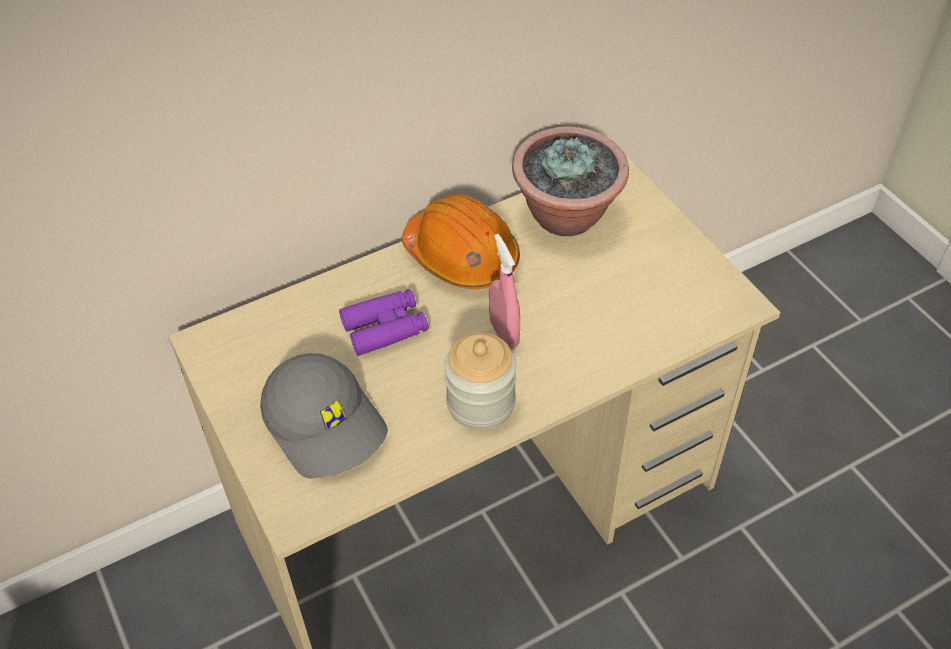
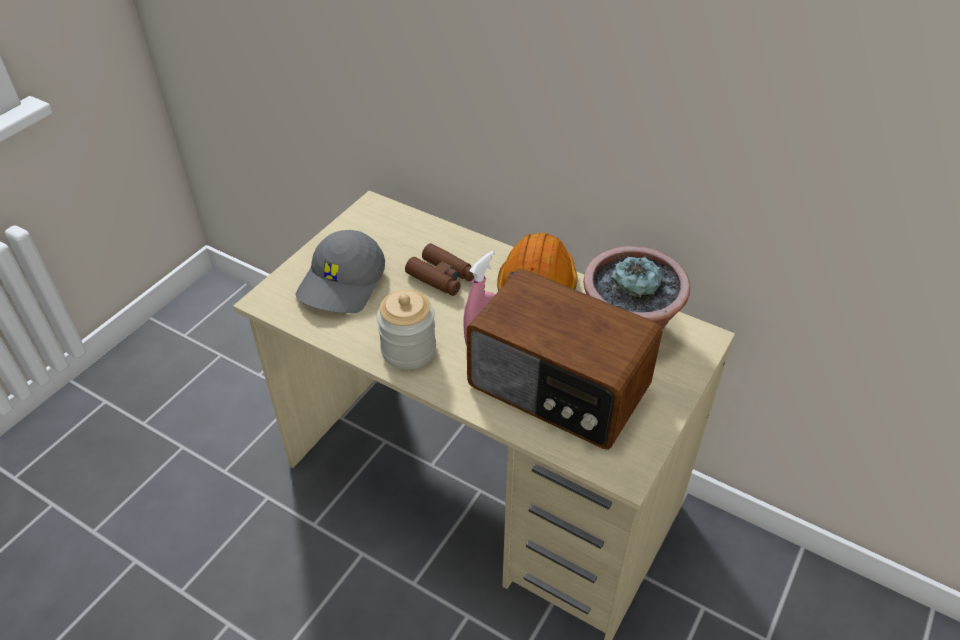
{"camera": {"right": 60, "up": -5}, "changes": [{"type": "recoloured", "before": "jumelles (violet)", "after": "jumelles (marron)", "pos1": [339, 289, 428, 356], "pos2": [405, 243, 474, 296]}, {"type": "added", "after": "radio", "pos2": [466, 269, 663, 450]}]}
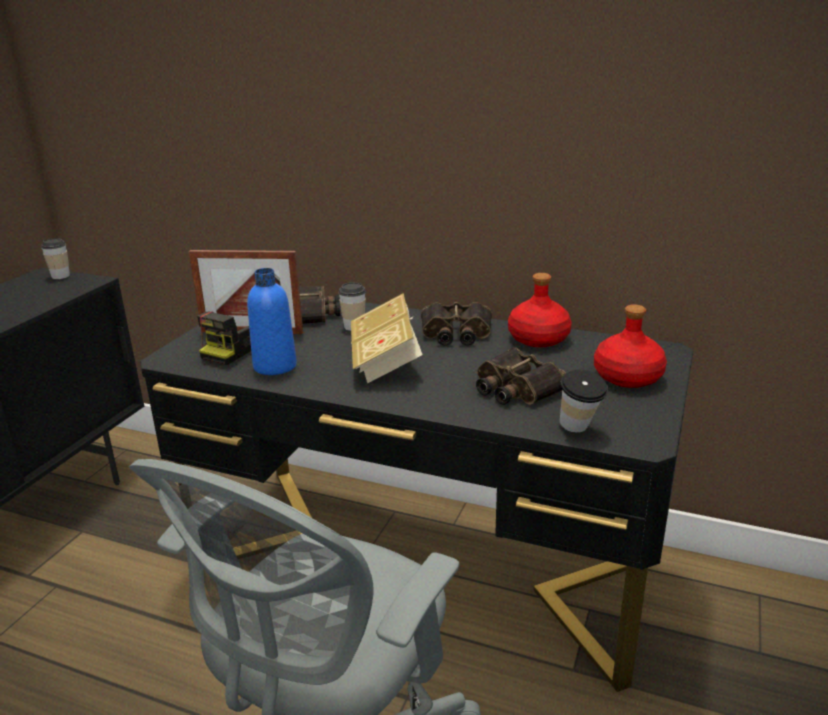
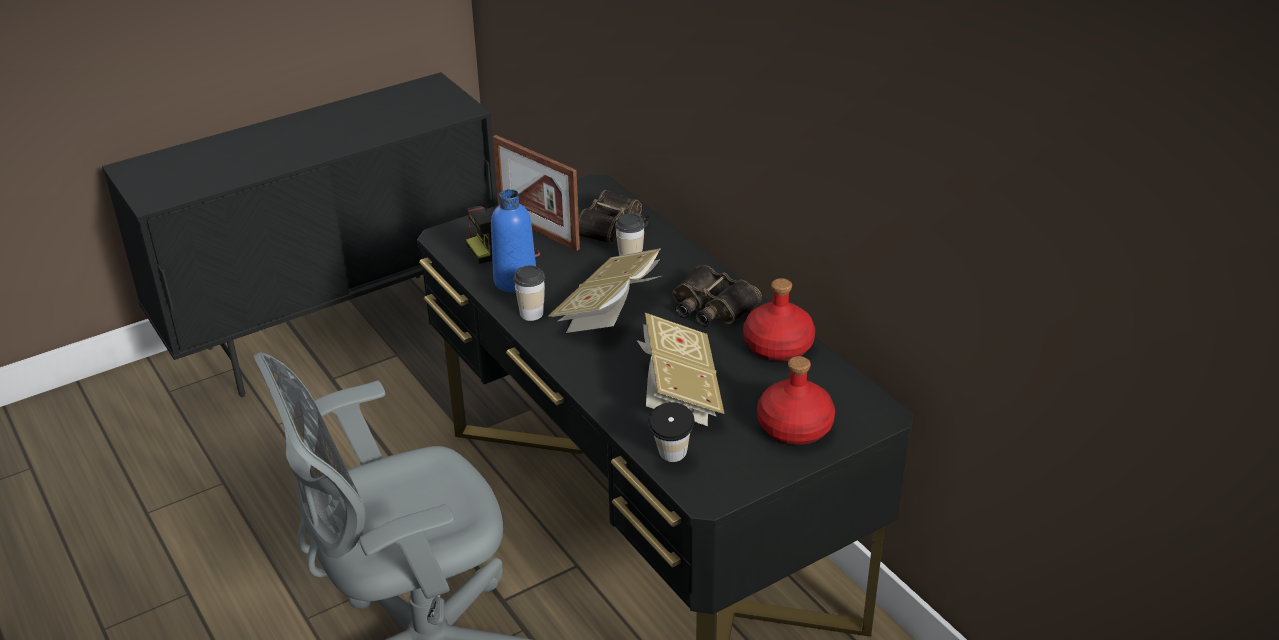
{"camera": {"right": 35, "up": 10}, "changes": [{"type": "moved", "before": "tasse", "pos1": [41, 238, 70, 279], "pos2": [513, 265, 545, 321]}, {"type": "replaced", "before": "jumelles", "after": "livre", "pos1": [476, 347, 566, 405], "pos2": [637, 313, 724, 426]}]}
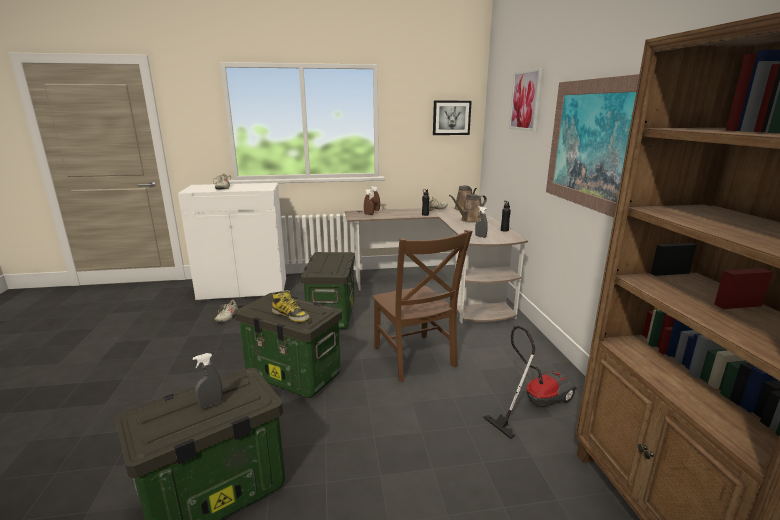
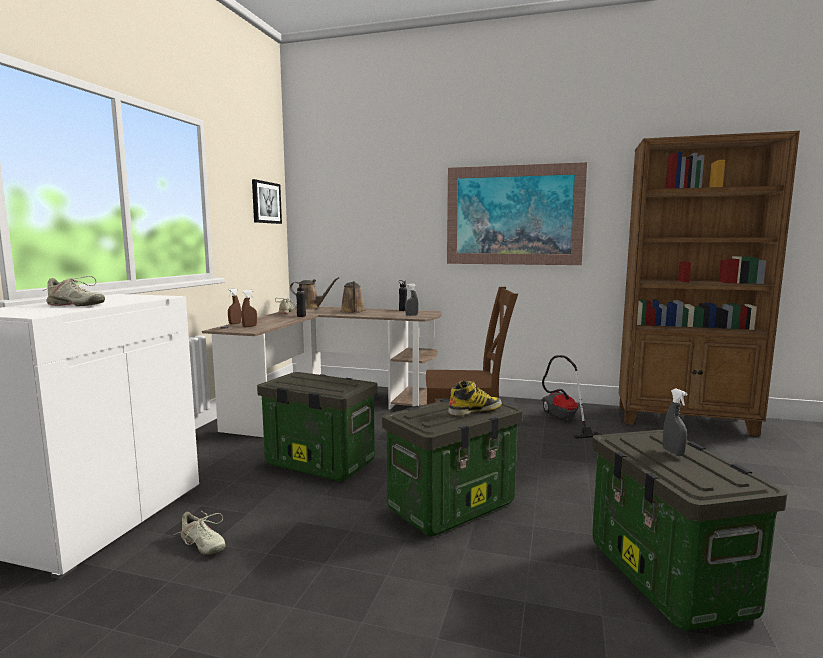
{"camera": {"right": -65, "up": -10}, "changes": [{"type": "removed", "before": "tableau", "pos1": [509, 68, 543, 131]}]}
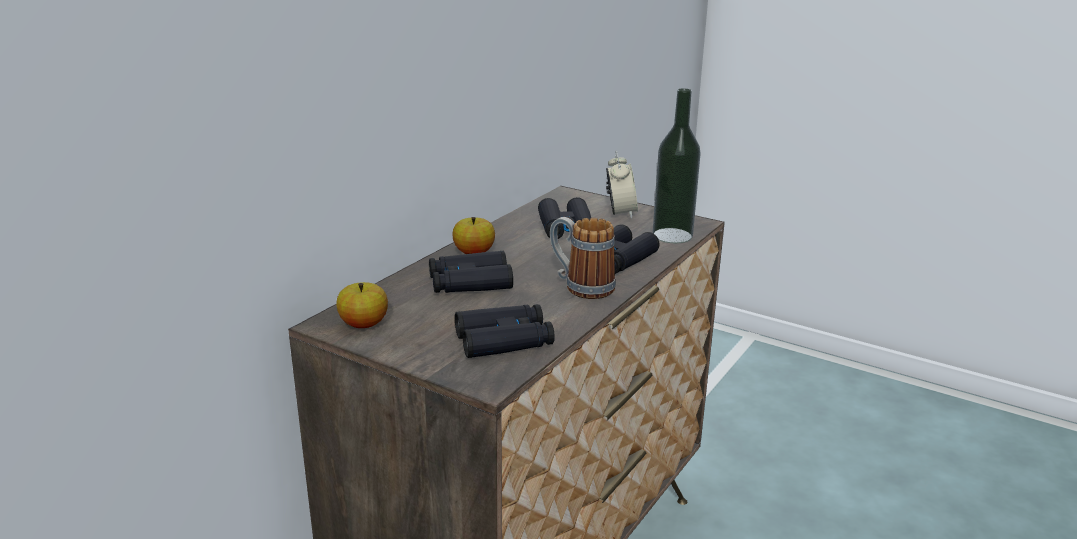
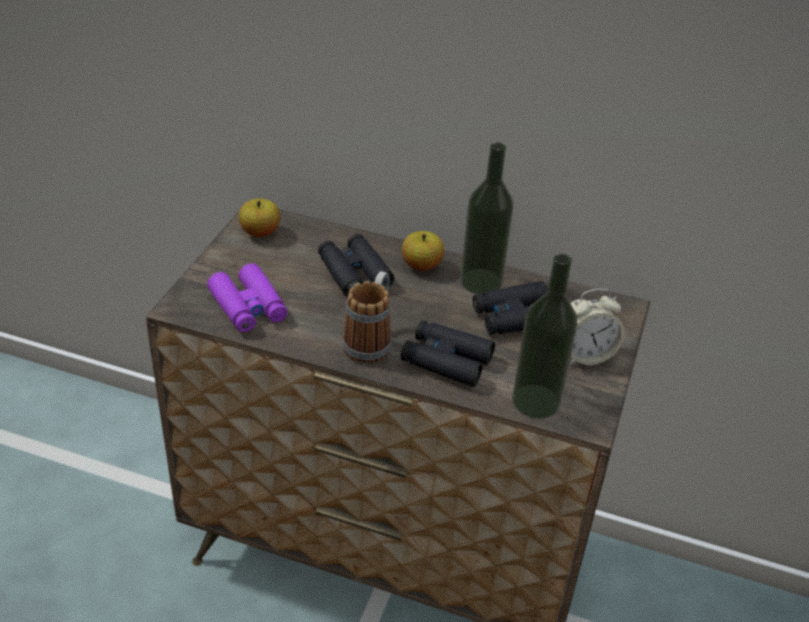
{"camera": {"right": 75, "up": 15}, "changes": [{"type": "recoloured", "before": "jumelles (noir)", "after": "jumelles (violet)", "pos1": [455, 304, 555, 358], "pos2": [207, 263, 288, 332]}, {"type": "added", "after": "bouteille", "pos2": [460, 142, 513, 295]}]}
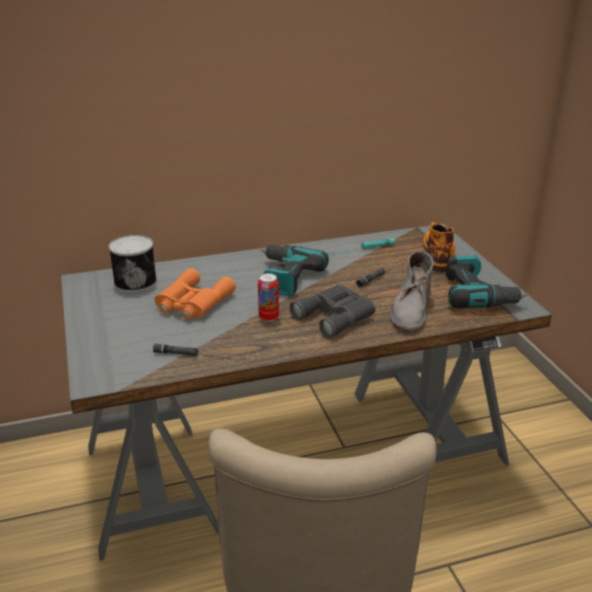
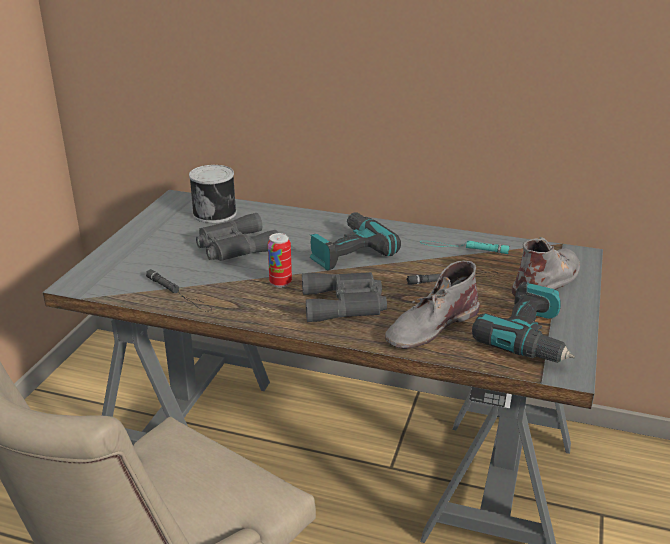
{"camera": {"right": 35, "up": 0}, "changes": [{"type": "recoloured", "before": "jumelles (orange)", "after": "jumelles (gris)", "pos1": [155, 268, 236, 320], "pos2": [196, 213, 278, 261]}, {"type": "recoloured", "before": "botte (orange)", "after": "botte (gris)", "pos1": [423, 222, 455, 272], "pos2": [512, 237, 580, 296]}]}
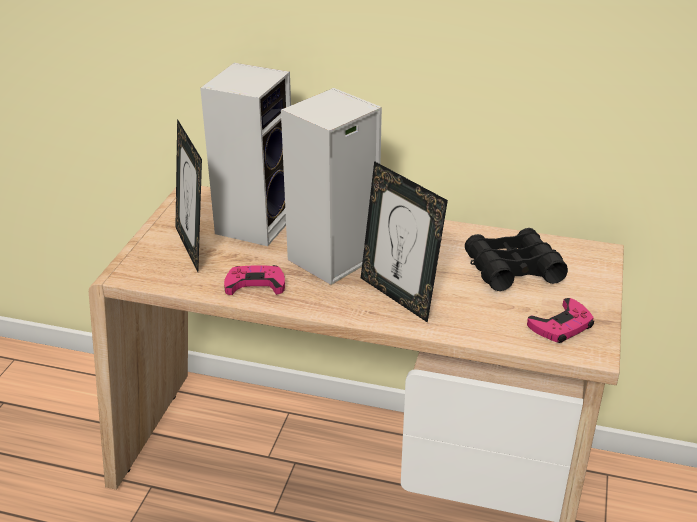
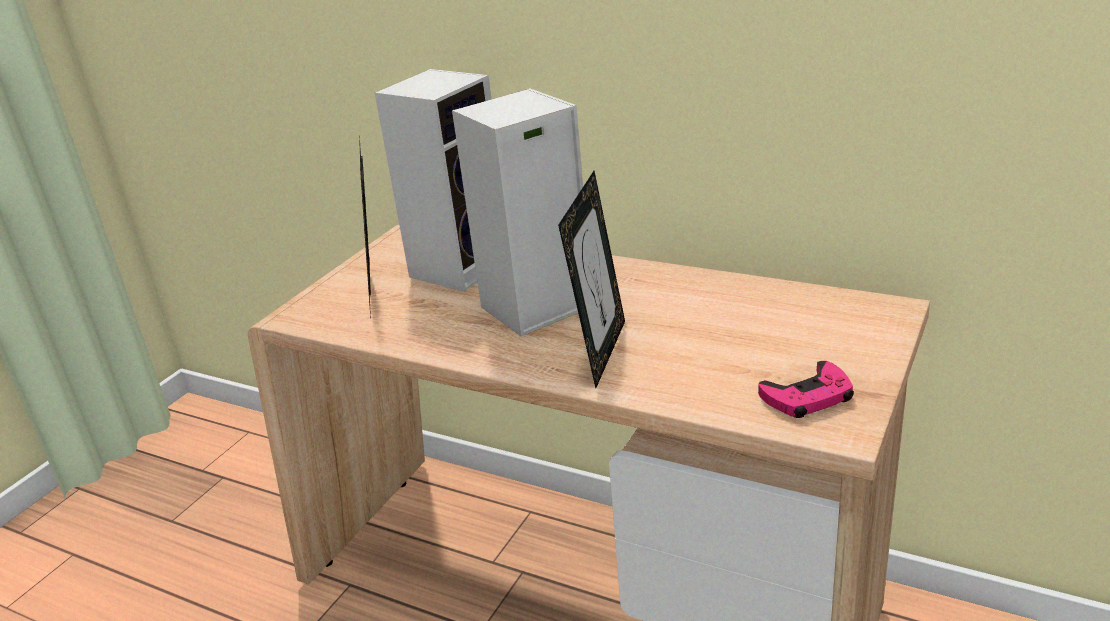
{"camera": {"right": 15, "up": -5}, "changes": [{"type": "removed", "before": "manette (rose)", "pos1": [224, 265, 285, 295]}, {"type": "turned", "before": "cadre photo", "pos1": [361, 161, 448, 323], "pos2": [558, 171, 625, 388], "turn": -135}, {"type": "removed", "before": "jumelles (noir)", "pos1": [465, 228, 568, 291]}]}
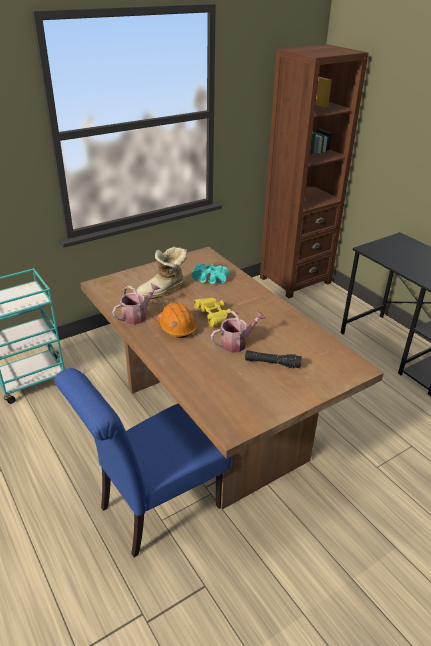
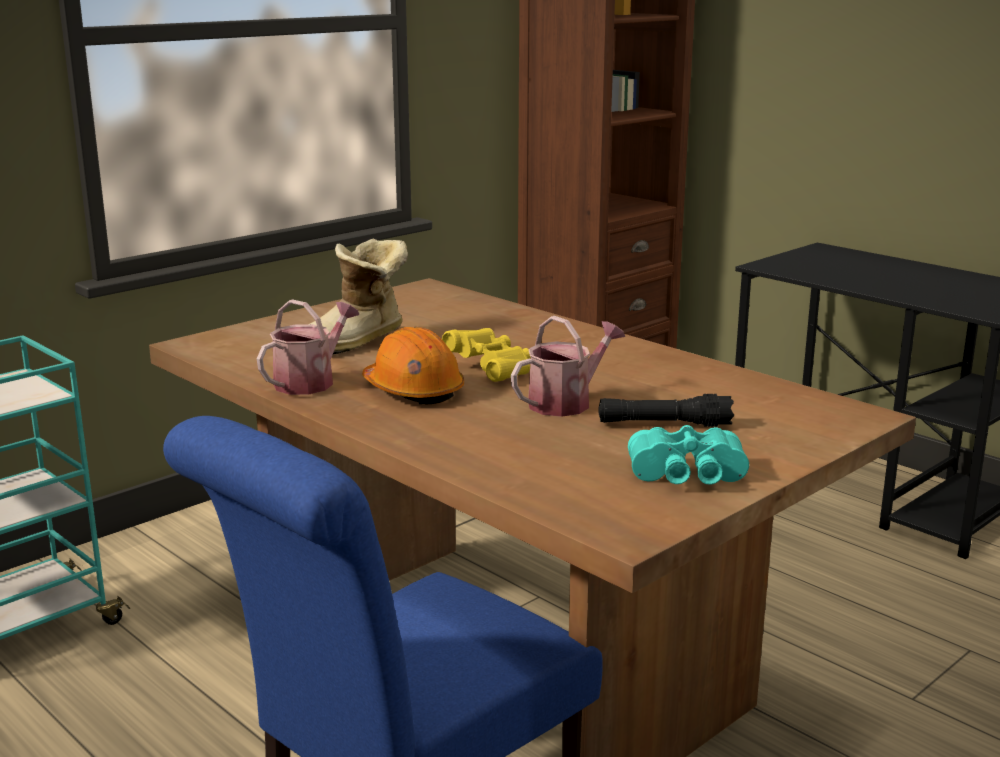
{"camera": {"right": -10, "up": -15}, "changes": [{"type": "moved", "before": "jumelles (turquoise)", "pos1": [192, 264, 229, 284], "pos2": [628, 425, 749, 485]}]}
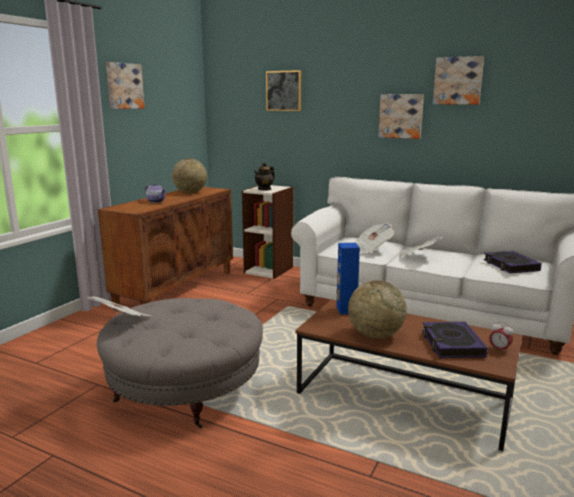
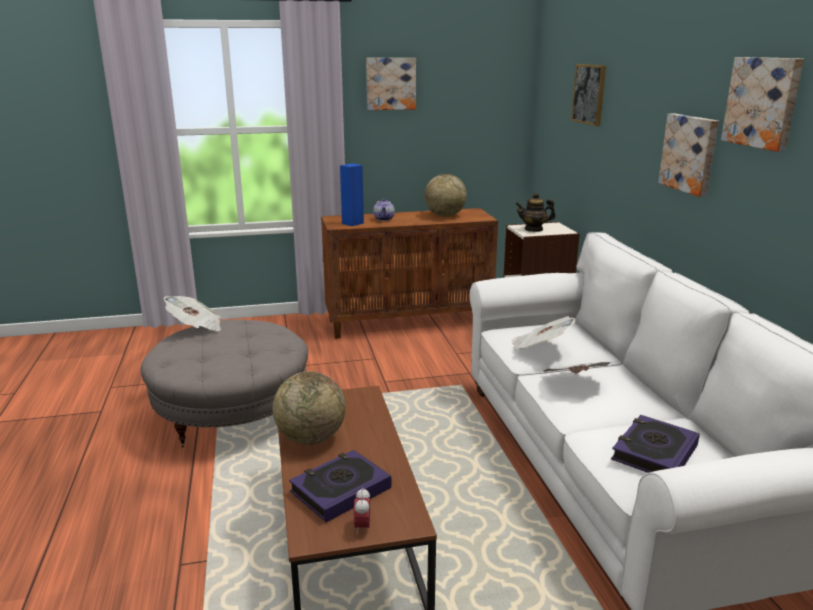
{"camera": {"right": 50, "up": 5}, "changes": [{"type": "moved", "before": "enceinte (bleu)", "pos1": [336, 243, 360, 314], "pos2": [340, 163, 364, 226]}]}
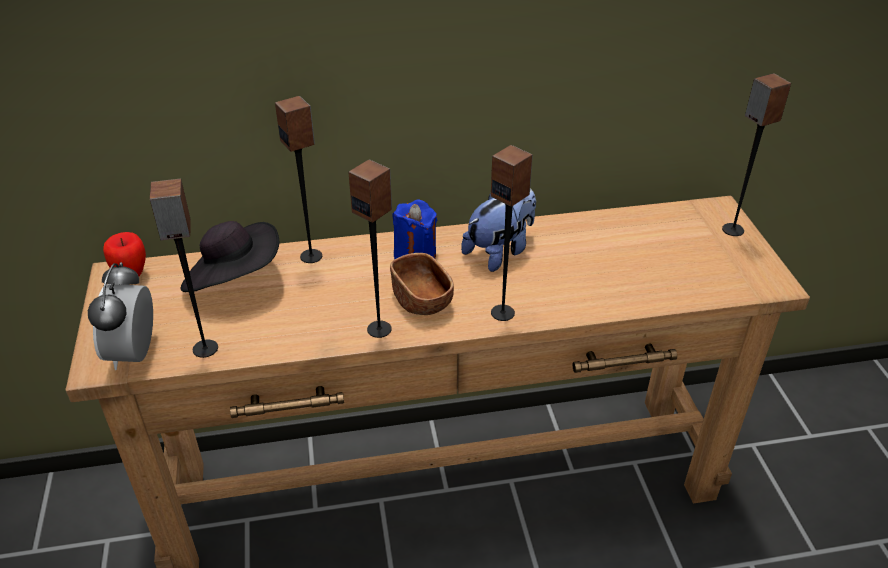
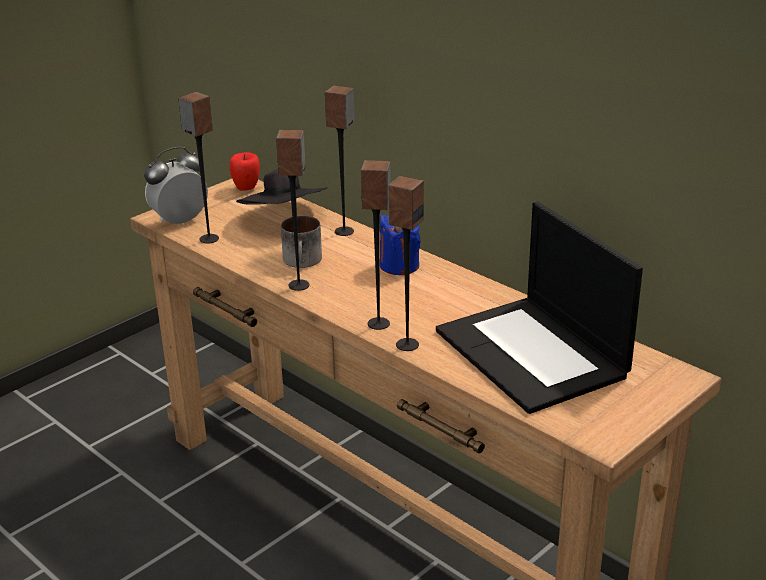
{"camera": {"right": 55, "up": -10}, "changes": [{"type": "removed", "before": "bol (marron)", "pos1": [390, 253, 454, 315]}, {"type": "removed", "before": "peluche", "pos1": [461, 189, 536, 272]}, {"type": "moved", "before": "enceinte", "pos1": [722, 73, 791, 236], "pos2": [388, 176, 424, 351]}, {"type": "added", "after": "mug", "pos2": [281, 215, 322, 268]}, {"type": "added", "after": "ordinateur portable", "pos2": [436, 202, 643, 414]}]}
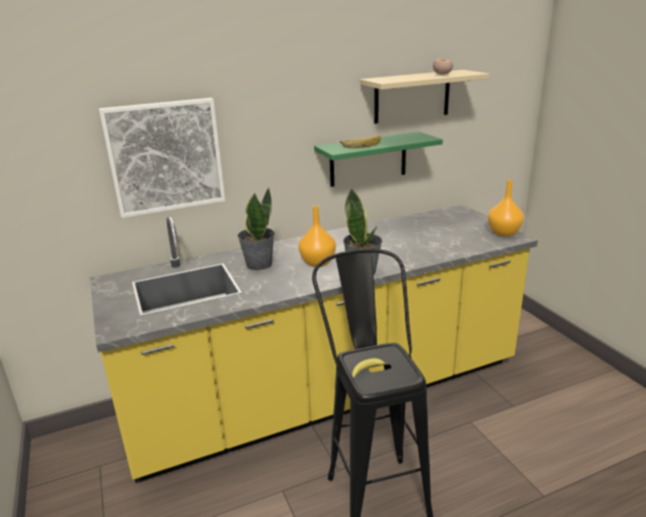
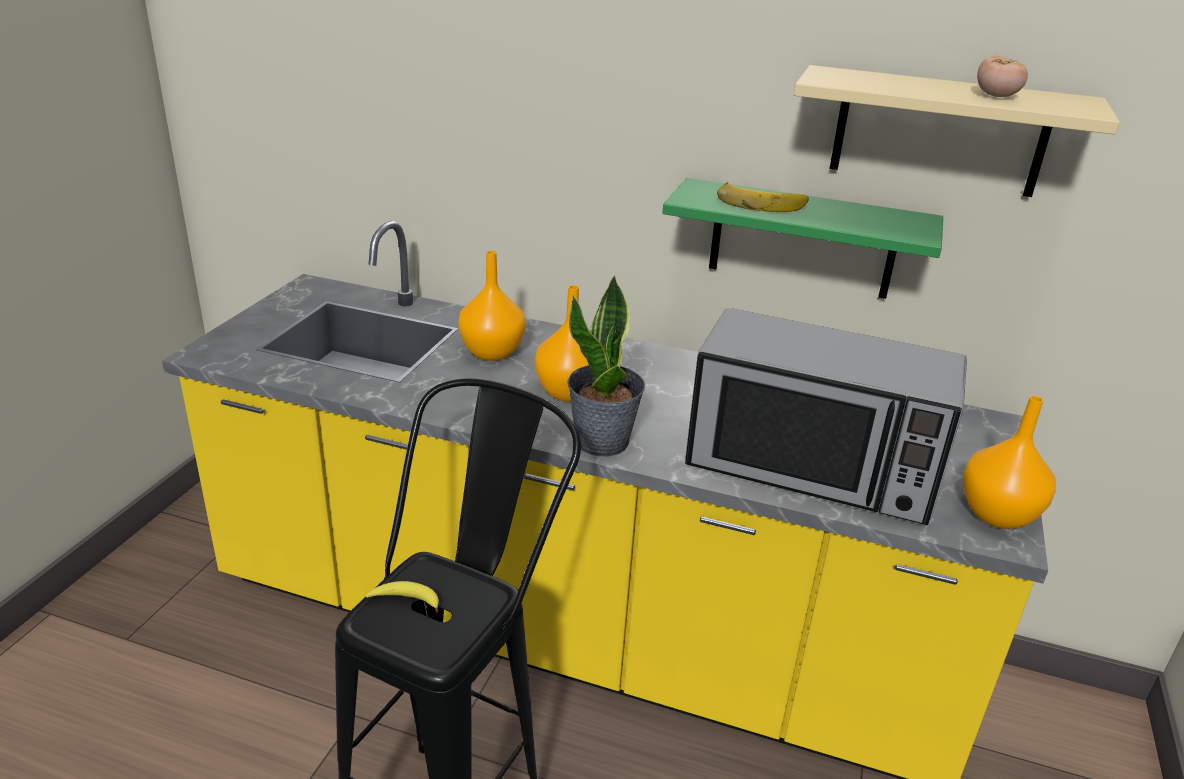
{"camera": {"right": 40, "up": 5}, "changes": [{"type": "removed", "before": "tableau", "pos1": [99, 98, 225, 218]}, {"type": "replaced", "before": "plante en pot", "after": "vase (orange)", "pos1": [238, 188, 275, 270], "pos2": [458, 251, 525, 361]}, {"type": "added", "after": "micro-ondes", "pos2": [685, 308, 967, 525]}]}
